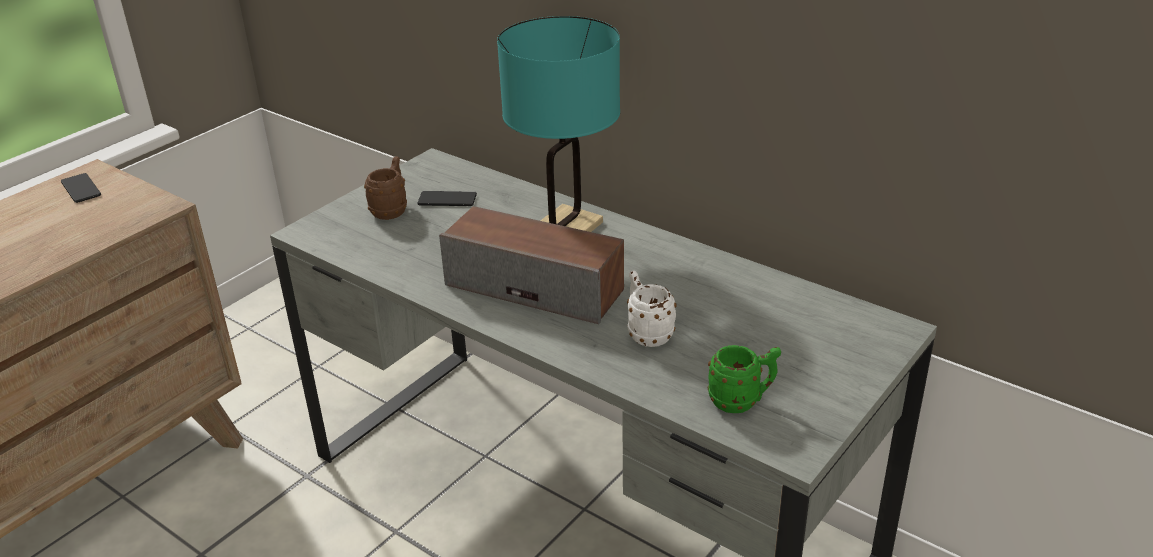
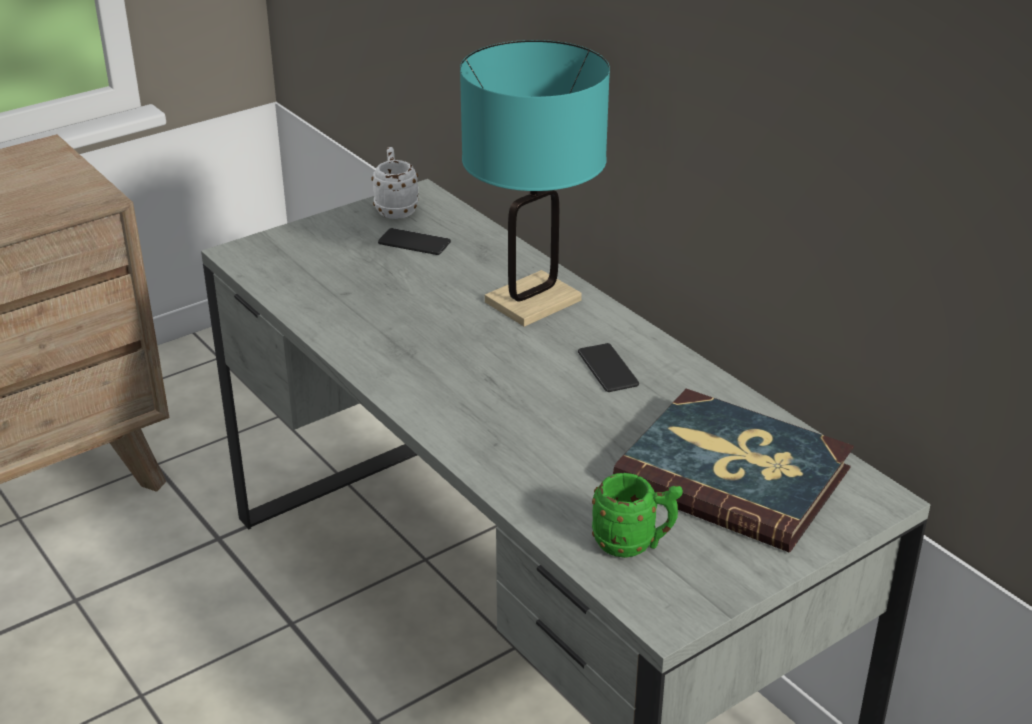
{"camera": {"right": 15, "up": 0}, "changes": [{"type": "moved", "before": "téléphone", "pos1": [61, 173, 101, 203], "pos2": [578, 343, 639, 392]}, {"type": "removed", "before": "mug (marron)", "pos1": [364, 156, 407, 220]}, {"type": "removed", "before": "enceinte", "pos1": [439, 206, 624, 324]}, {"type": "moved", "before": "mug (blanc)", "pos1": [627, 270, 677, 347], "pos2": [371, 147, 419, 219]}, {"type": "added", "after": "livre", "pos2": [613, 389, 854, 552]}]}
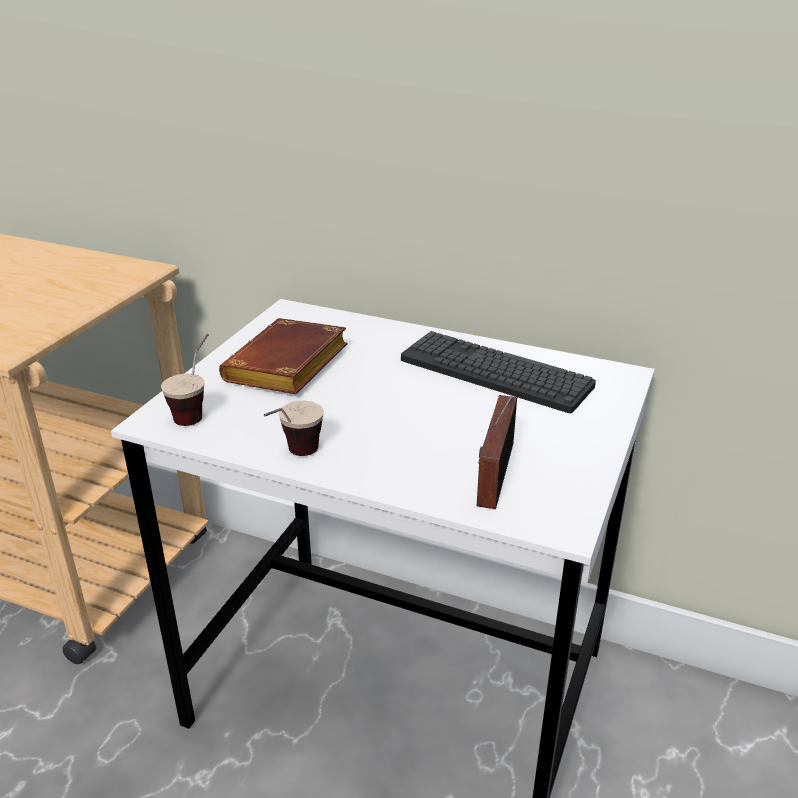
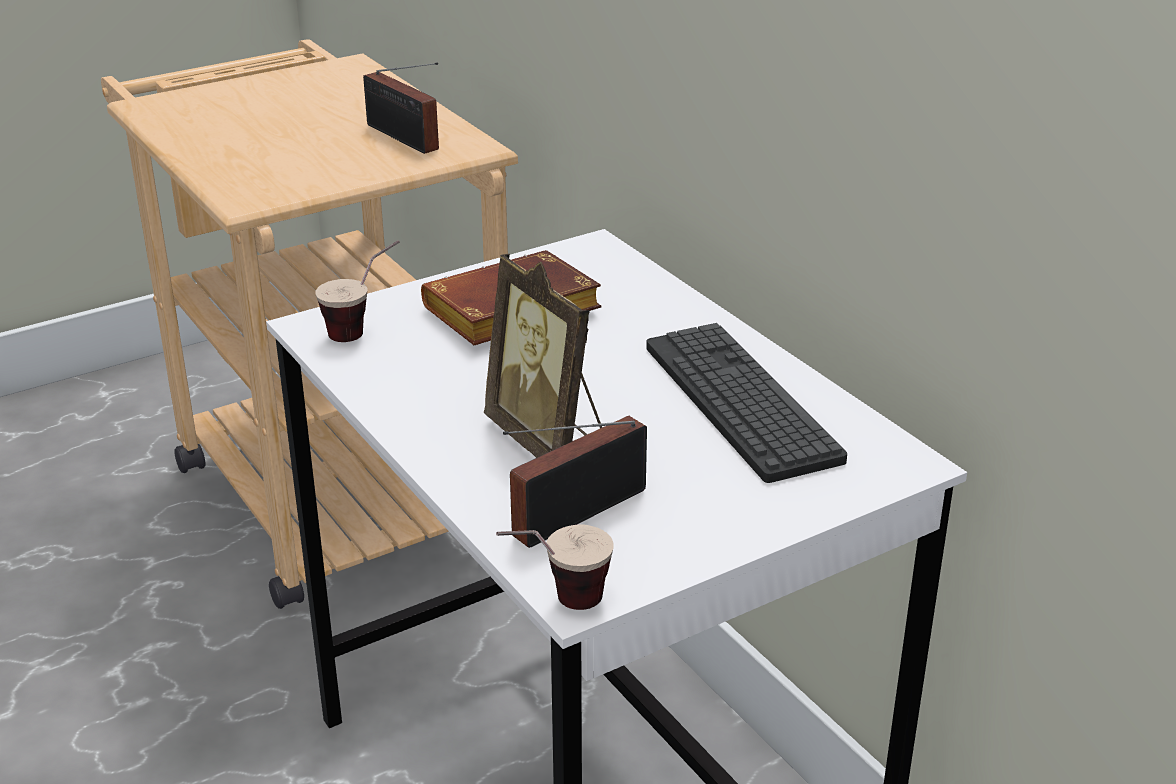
{"camera": {"right": 35, "up": 0}, "changes": [{"type": "moved", "before": "tasse", "pos1": [264, 401, 324, 456], "pos2": [496, 524, 614, 610]}, {"type": "added", "after": "radio", "pos2": [363, 63, 439, 154]}, {"type": "added", "after": "cadre photo", "pos2": [484, 254, 602, 458]}]}
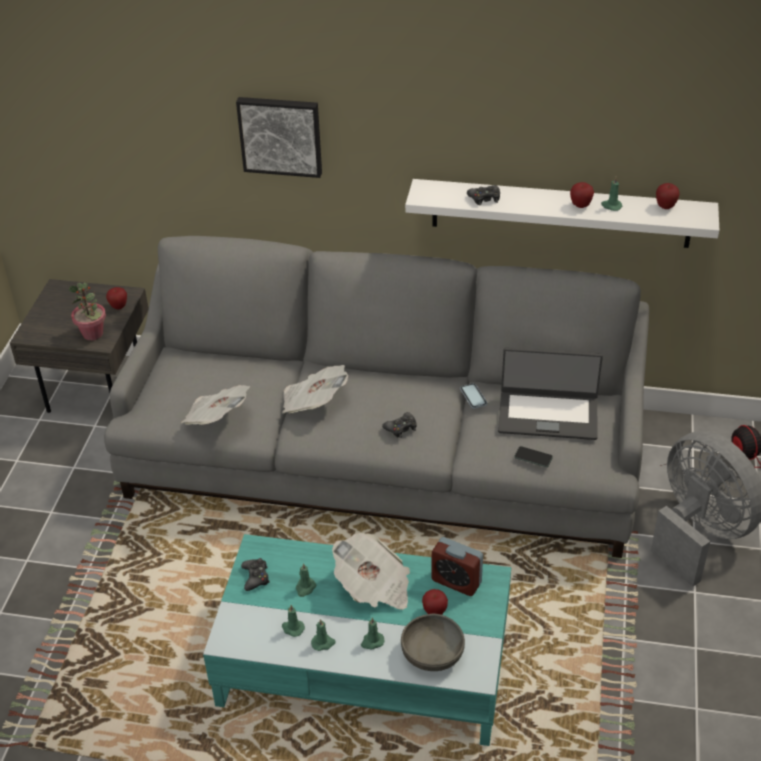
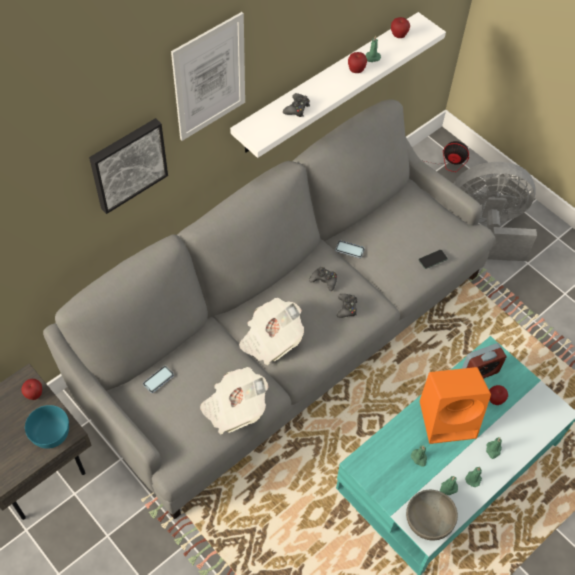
{"camera": {"right": -55, "up": 15}, "changes": [{"type": "replaced", "before": "plante en pot", "after": "bol (turquoise)", "pos1": [69, 282, 106, 341], "pos2": [25, 405, 69, 449]}, {"type": "moved", "before": "manette (noir)", "pos1": [241, 558, 270, 591], "pos2": [309, 267, 337, 291]}, {"type": "replaced", "before": "journal", "after": "enceinte (orange)", "pos1": [332, 533, 410, 610], "pos2": [420, 367, 491, 444]}, {"type": "moved", "before": "bol (gris)", "pos1": [401, 614, 465, 671], "pos2": [406, 490, 458, 541]}, {"type": "removed", "before": "ordinateur portable", "pos1": [498, 348, 603, 440]}, {"type": "added", "after": "téléphone", "pos2": [143, 366, 174, 393]}, {"type": "added", "after": "tableau", "pos2": [171, 12, 245, 141]}]}
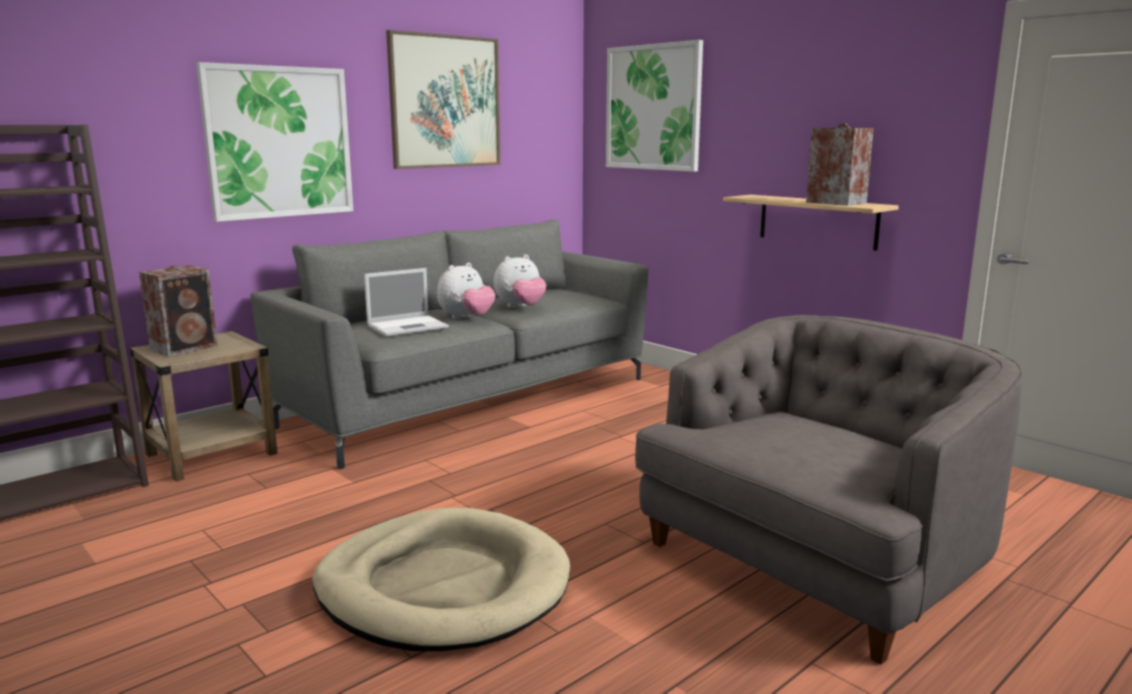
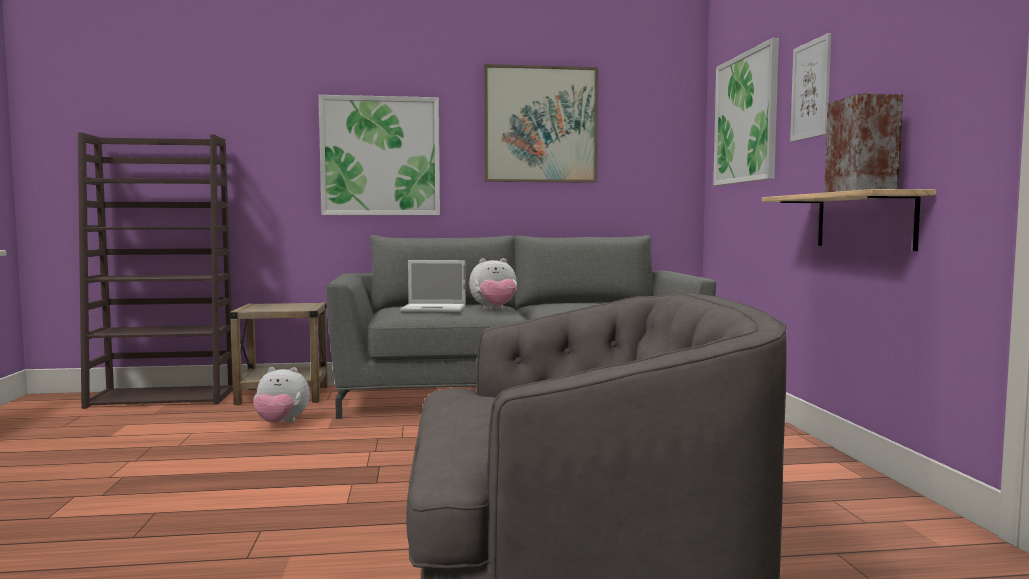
{"camera": {"right": 35, "up": -10}, "changes": [{"type": "removed", "before": "enceinte", "pos1": [139, 265, 218, 357]}, {"type": "removed", "before": "panier pour chien (beige)", "pos1": [312, 508, 570, 651]}, {"type": "moved", "before": "peluche", "pos1": [494, 255, 546, 308], "pos2": [253, 367, 310, 423]}, {"type": "added", "after": "tableau", "pos2": [790, 33, 831, 142]}]}
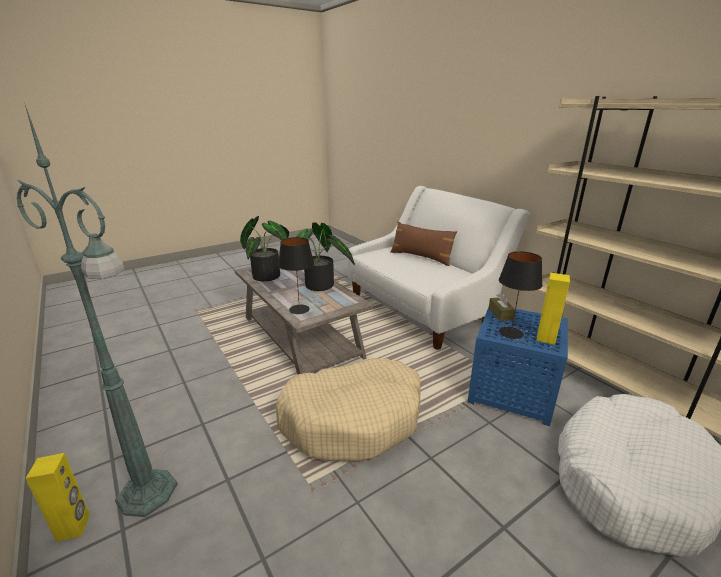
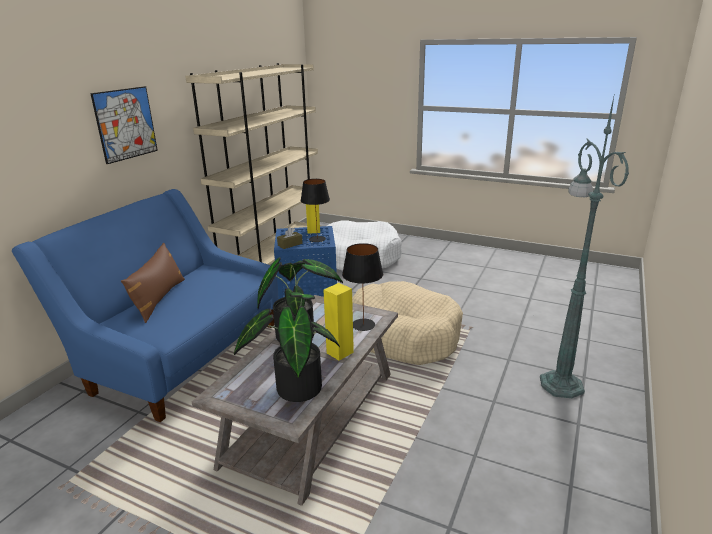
{"camera": {"right": -120, "up": 0}, "changes": [{"type": "moved", "before": "enceinte (jaune)", "pos1": [25, 453, 90, 542], "pos2": [323, 283, 354, 361]}, {"type": "recoloured", "before": "canapé (blanc)", "after": "canapé (bleu)", "pos1": [348, 186, 531, 350], "pos2": [12, 189, 279, 422]}, {"type": "added", "after": "tableau", "pos2": [90, 86, 158, 164]}]}
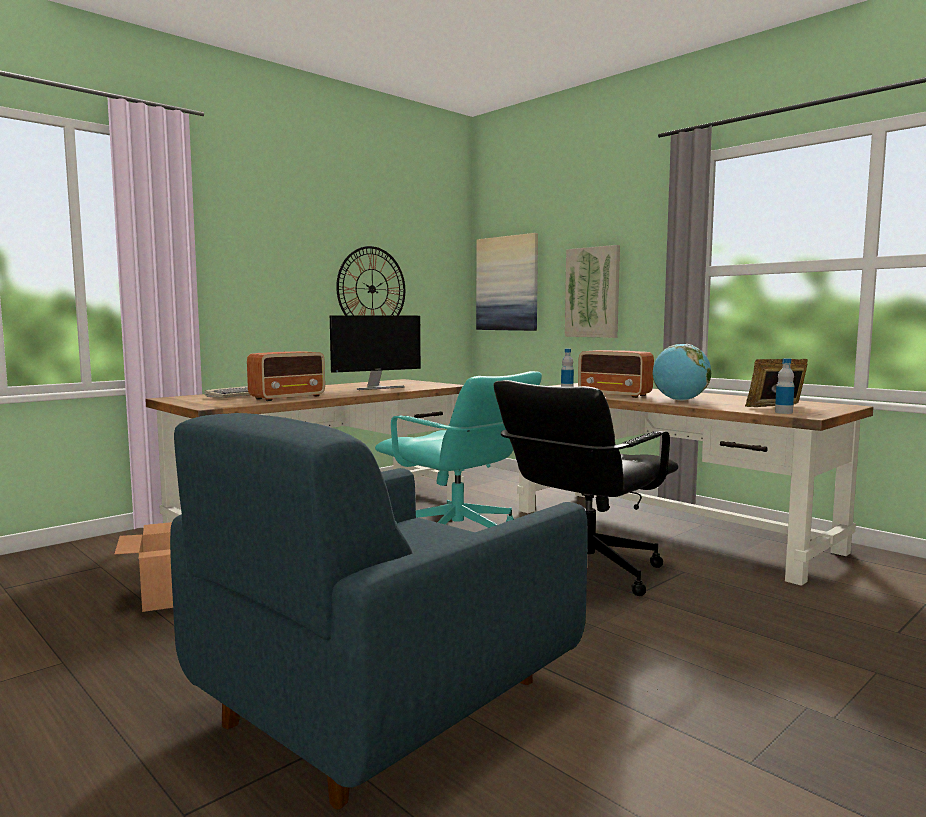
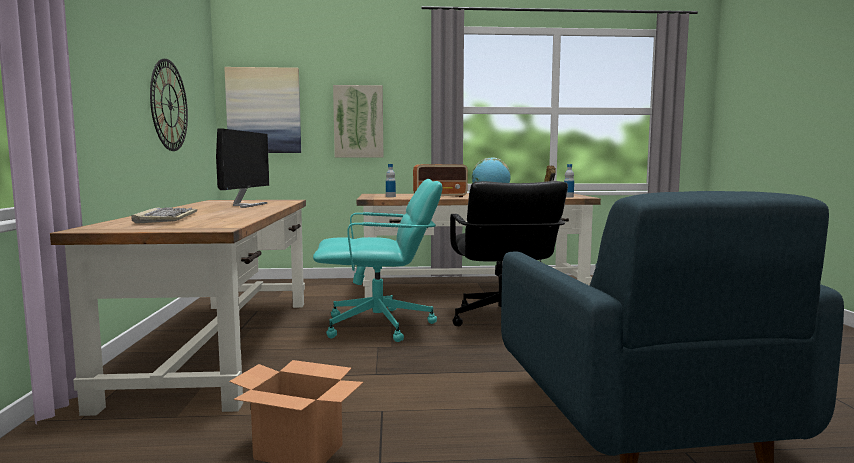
{"camera": {"right": -50, "up": 0}, "changes": [{"type": "removed", "before": "radio", "pos1": [247, 351, 325, 401]}]}
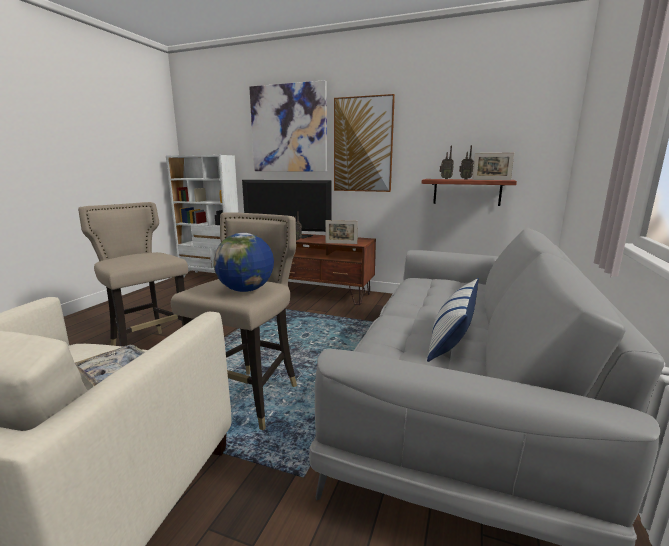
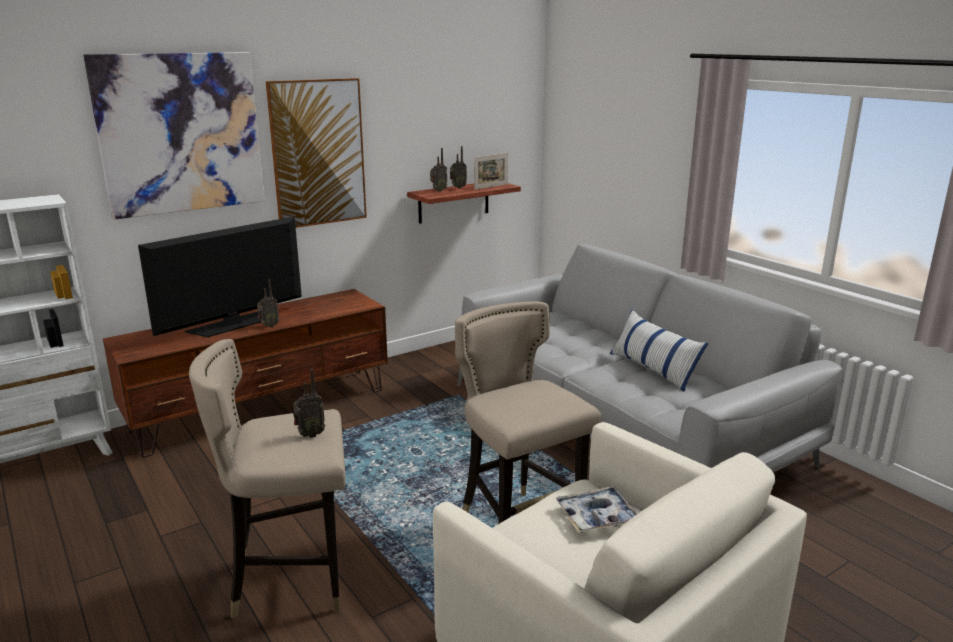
{"camera": {"right": -55, "up": 5}, "changes": [{"type": "removed", "before": "globe", "pos1": [214, 233, 274, 292]}, {"type": "removed", "before": "cadre photo", "pos1": [325, 220, 358, 244]}, {"type": "added", "after": "radio", "pos2": [293, 369, 325, 438]}]}
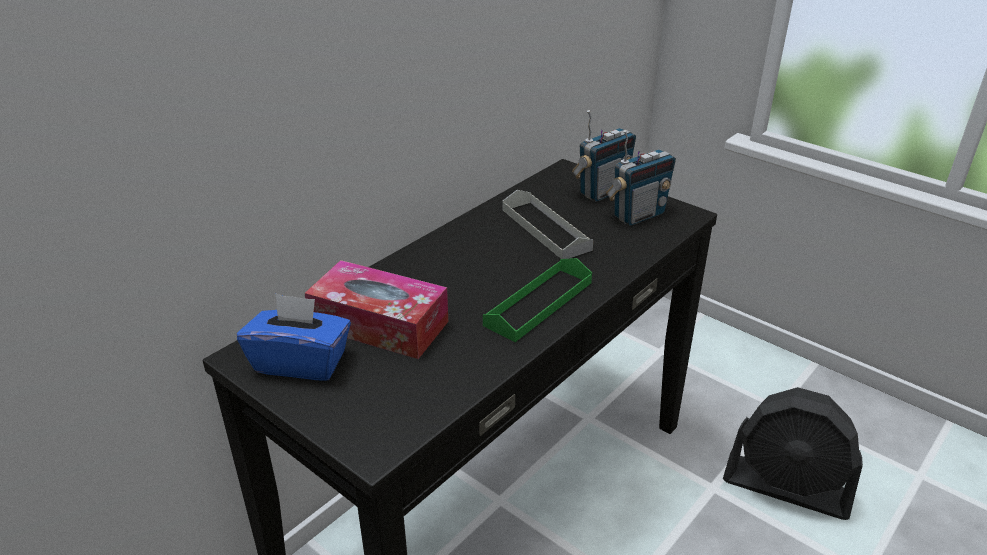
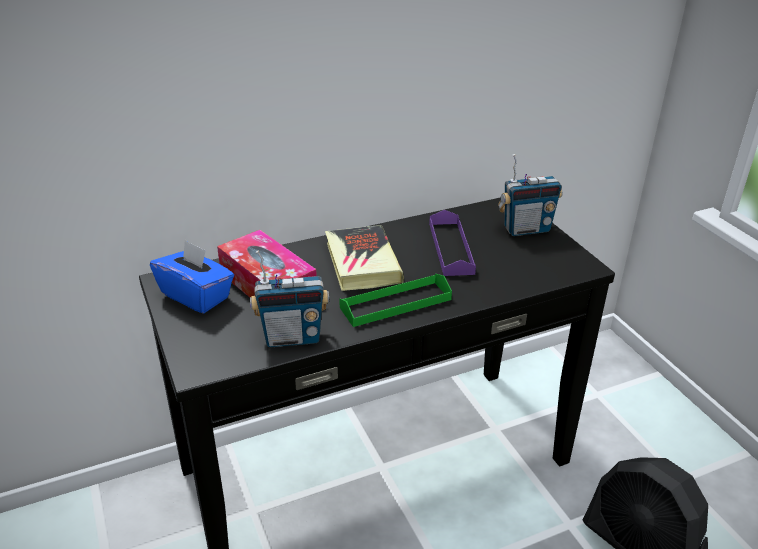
{"camera": {"right": 25, "up": 0}, "changes": [{"type": "recoloured", "before": "plateau (gris)", "after": "plateau (violet)", "pos1": [503, 190, 593, 259], "pos2": [429, 210, 476, 276]}, {"type": "moved", "before": "radio", "pos1": [606, 130, 676, 226], "pos2": [250, 250, 329, 347]}, {"type": "added", "after": "livre", "pos2": [325, 225, 404, 291]}]}
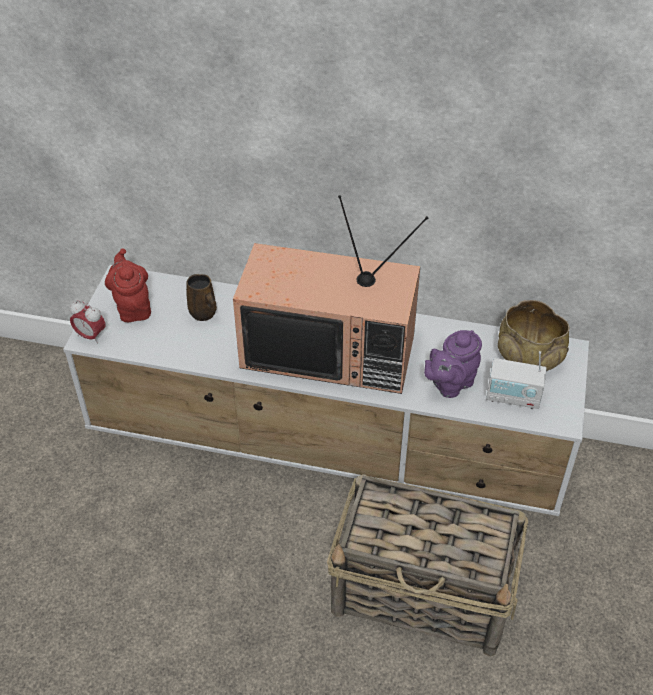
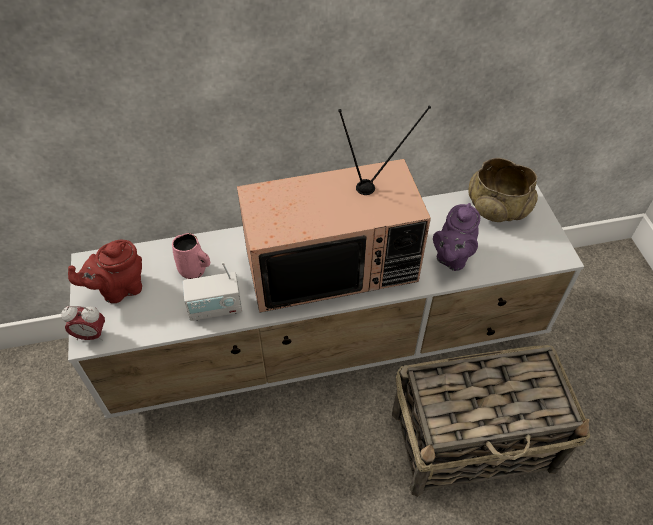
{"camera": {"right": -25, "up": 5}, "changes": [{"type": "turned", "before": "théière (rouge)", "pos1": [105, 248, 151, 322], "pos2": [68, 240, 142, 303], "turn": -75}, {"type": "recoloured", "before": "mug (marron)", "after": "mug (rose)", "pos1": [186, 274, 217, 321], "pos2": [172, 233, 210, 279]}, {"type": "moved", "before": "radio", "pos1": [486, 351, 547, 409], "pos2": [183, 262, 242, 321]}]}
